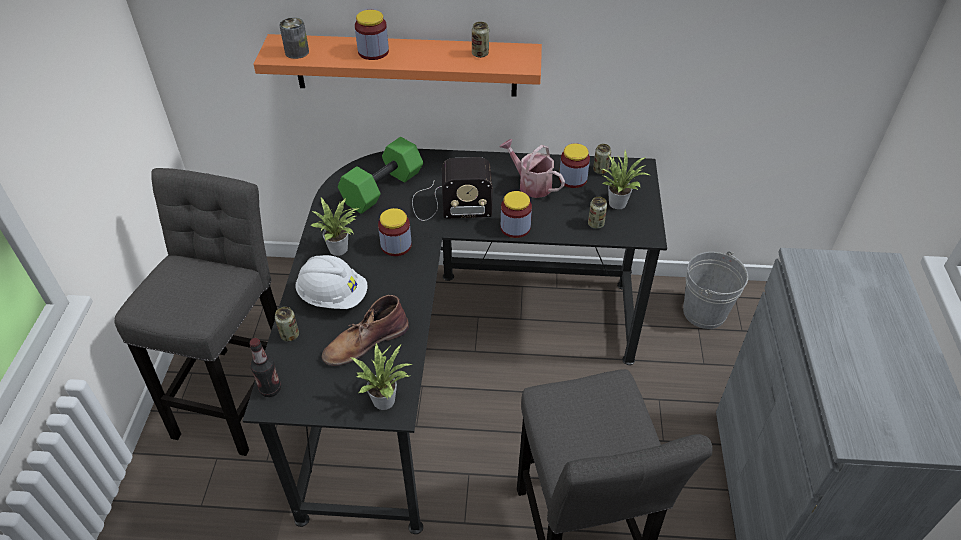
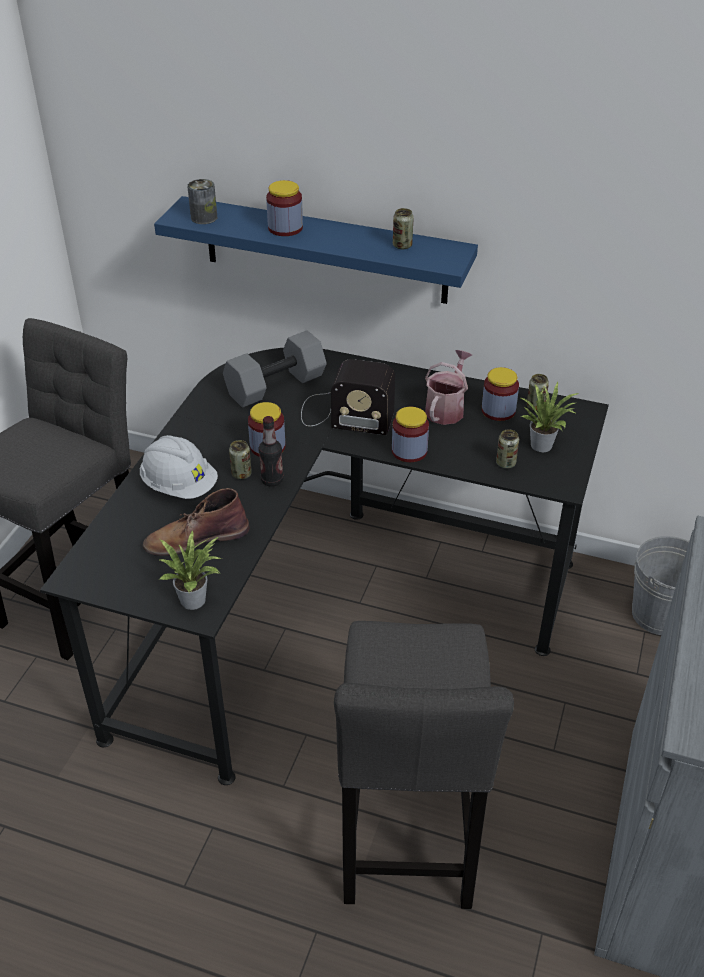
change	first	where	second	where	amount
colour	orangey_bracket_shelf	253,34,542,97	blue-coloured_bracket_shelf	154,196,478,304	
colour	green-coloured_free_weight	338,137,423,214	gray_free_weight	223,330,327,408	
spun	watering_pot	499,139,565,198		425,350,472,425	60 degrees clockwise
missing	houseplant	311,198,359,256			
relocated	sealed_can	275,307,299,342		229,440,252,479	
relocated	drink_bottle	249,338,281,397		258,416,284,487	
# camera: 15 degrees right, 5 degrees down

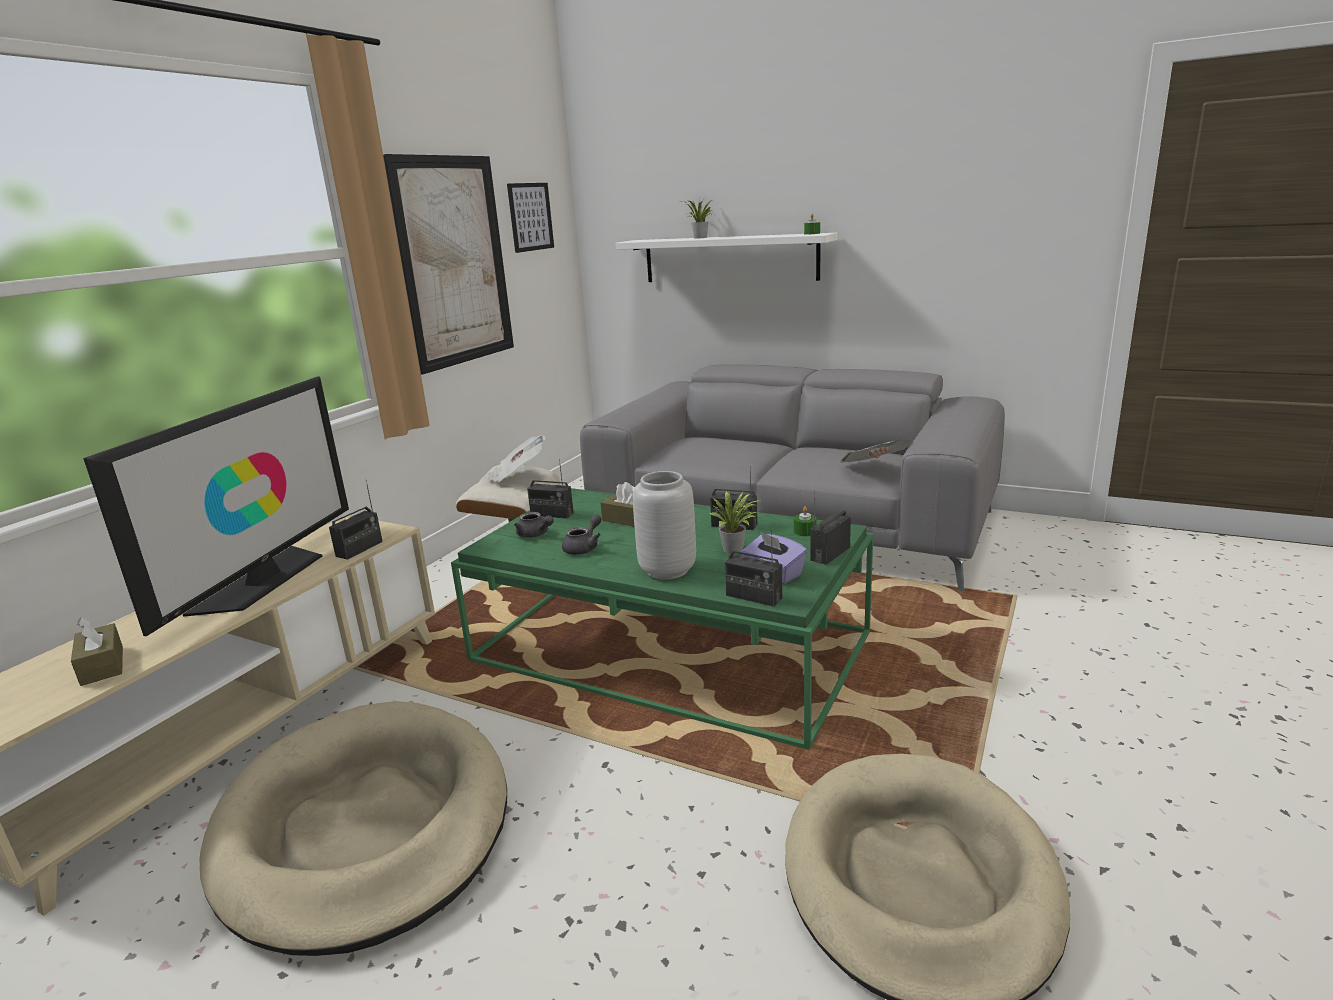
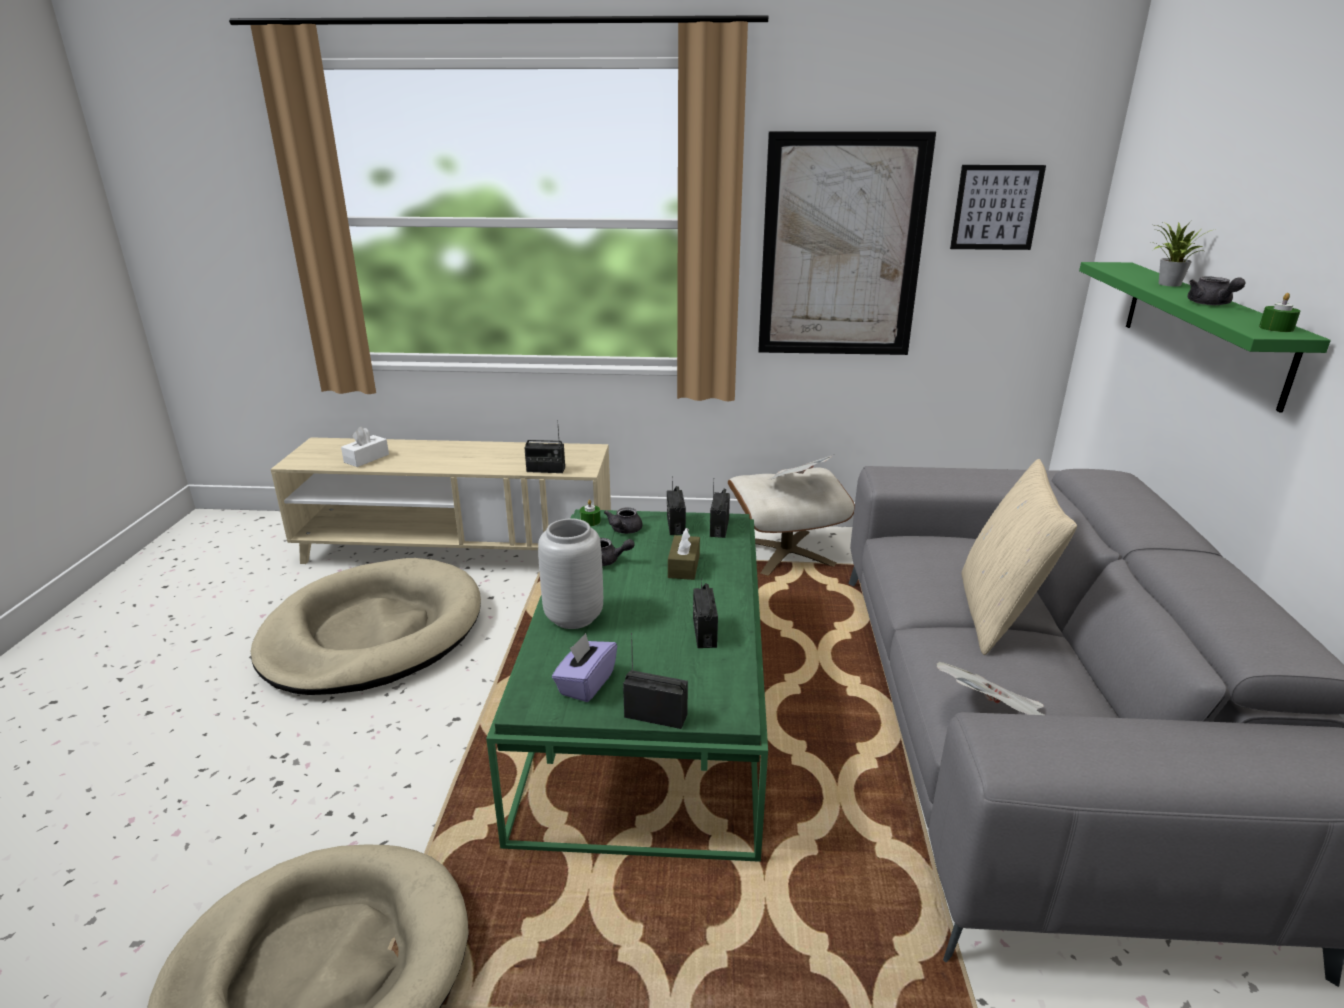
change	first	where	second	where	amount
colour	whitish_bracket_shelf	616,233,837,282	green-coloured_bracket_shelf	1079,262,1331,413	
missing	TV	83,376,349,636			
missing	houseplant	709,491,761,554			
relocated	green-coloured_wax_light	794,507,817,536		580,500,601,526	
relocated	radio_receiver	725,530,782,607		710,483,730,538	
colour	brown-coloured_box_of_tissues	71,617,123,686	whitish_box_of_tissues	341,427,389,467	
appeared			gray_tea_pot	1187,276,1245,305	
appeared			sand-coloured_throw_pillow	961,459,1077,655	
# camera: 65 degrees right, 5 degrees up

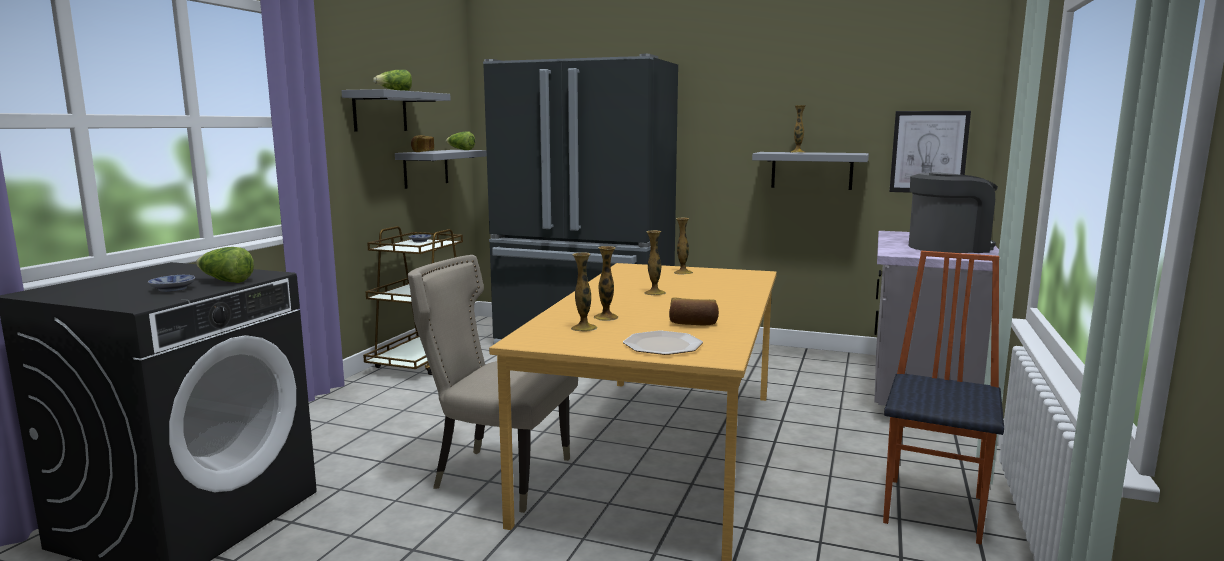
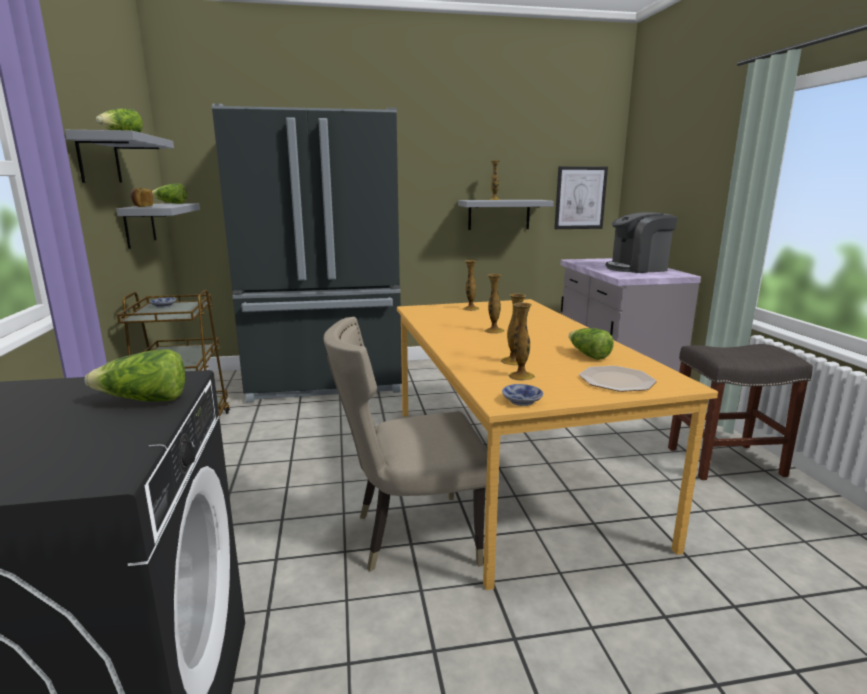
change	first	where	second	where	amount
spun	coffee_maker	909,172,998,253		606,212,678,273	150 degrees counterclockwise
exchanged	plain_chair	883,251,1004,544	gray_stool_seat	668,344,813,480	
relocated	serving_bowl	148,275,195,292		502,384,543,406	
exchanged	bread	669,297,719,325	lettuce_head	569,328,614,360	
# camera: 30 degrees left, 5 degrees up

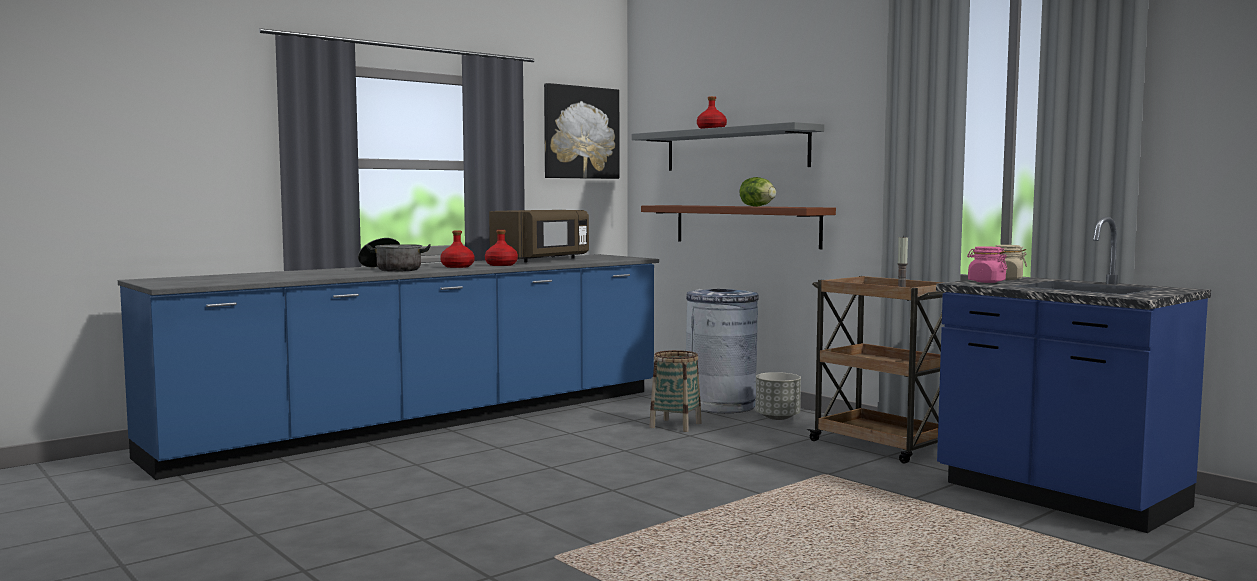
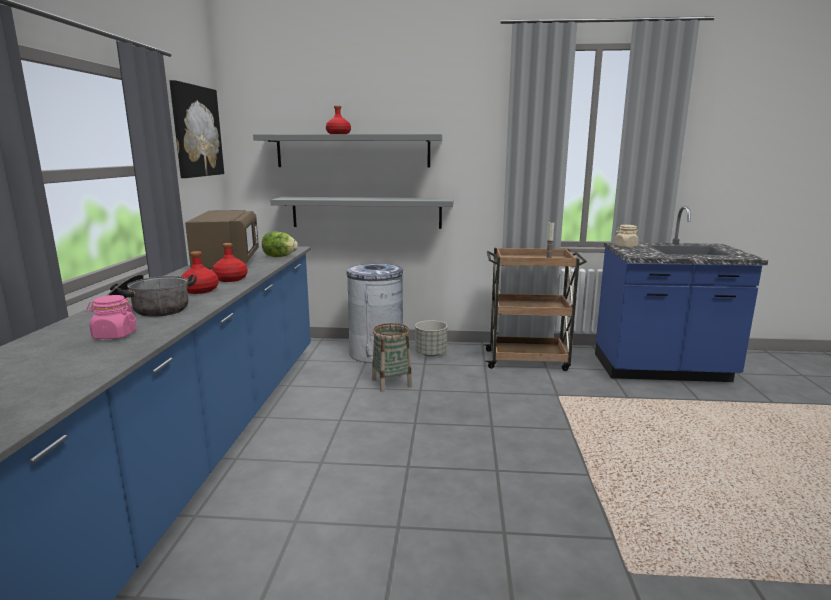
change	first	where	second	where	amount
relocated	lettuce_head	739,177,776,207		262,231,298,257	
colour	brown-coloured_bracket_shelf	641,205,836,249	gray_bracket_shelf	270,197,454,229	
relocated	pink-coloured_jar	967,246,1007,283		86,295,137,339	
# camera: 45 degrees left, 10 degrees up

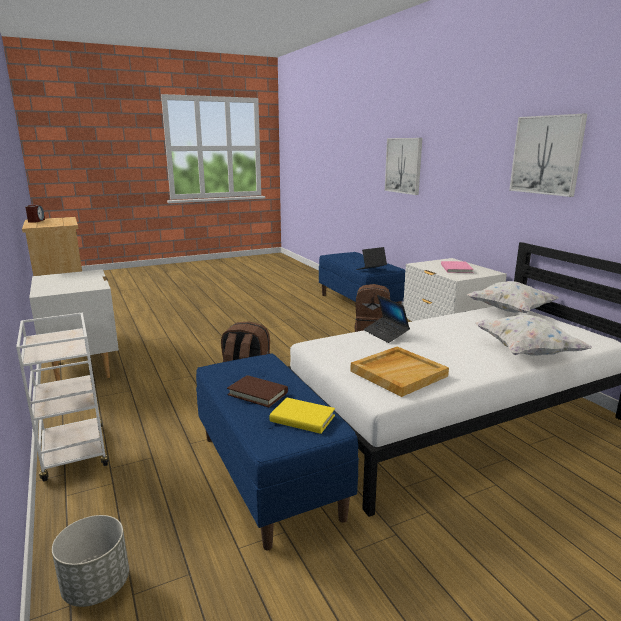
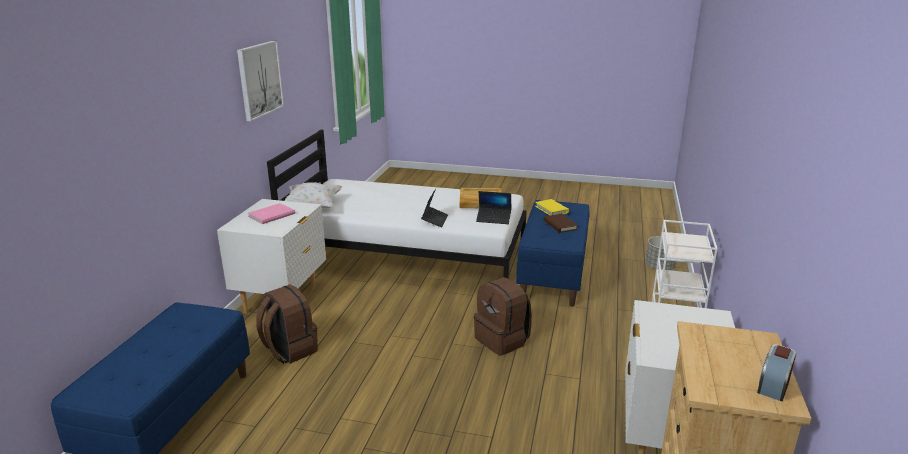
change	first	where	second	where	amount
missing	wall_art	385,138,422,195			
relocated	laptop	356,247,387,270		476,191,511,224	
missing	whitish_throw_pillow	476,315,592,355			
# camera: 140 degrees left, 5 degrees up

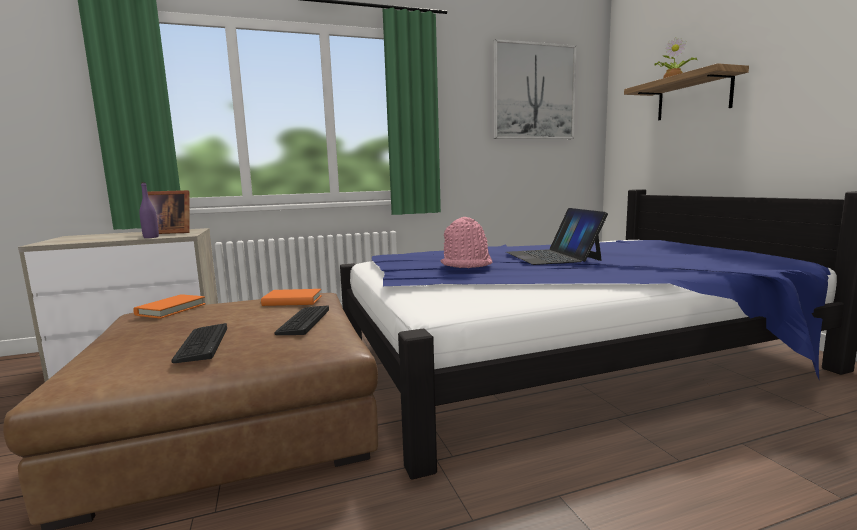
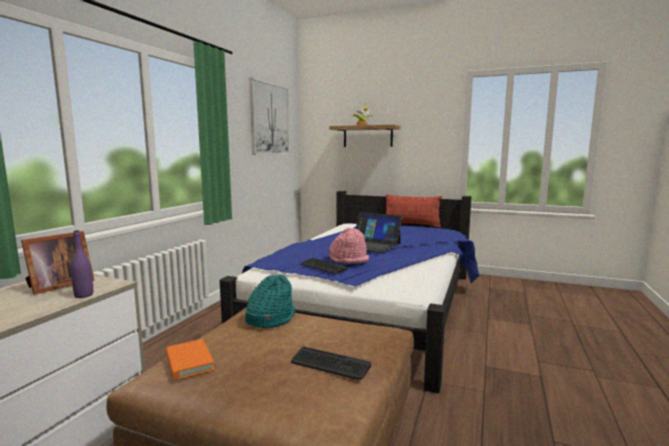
change	first	where	second	where	amount
exchanged	orangey_volume	261,289,322,306	turquoise-coloured_clothing_hat	245,274,295,328	
relocated	computer_keyboard	275,305,329,335		301,258,347,274	
appeared			throw_pillow	386,194,442,227	
# camera: 50 degrees left, 0 degrees up

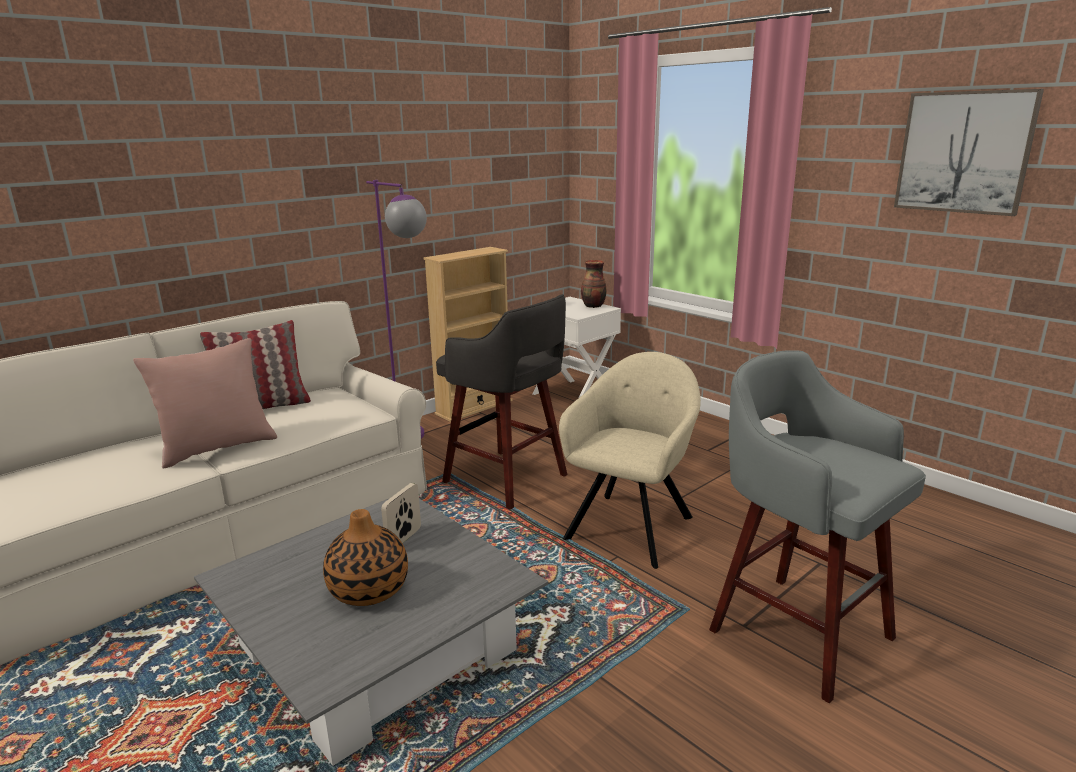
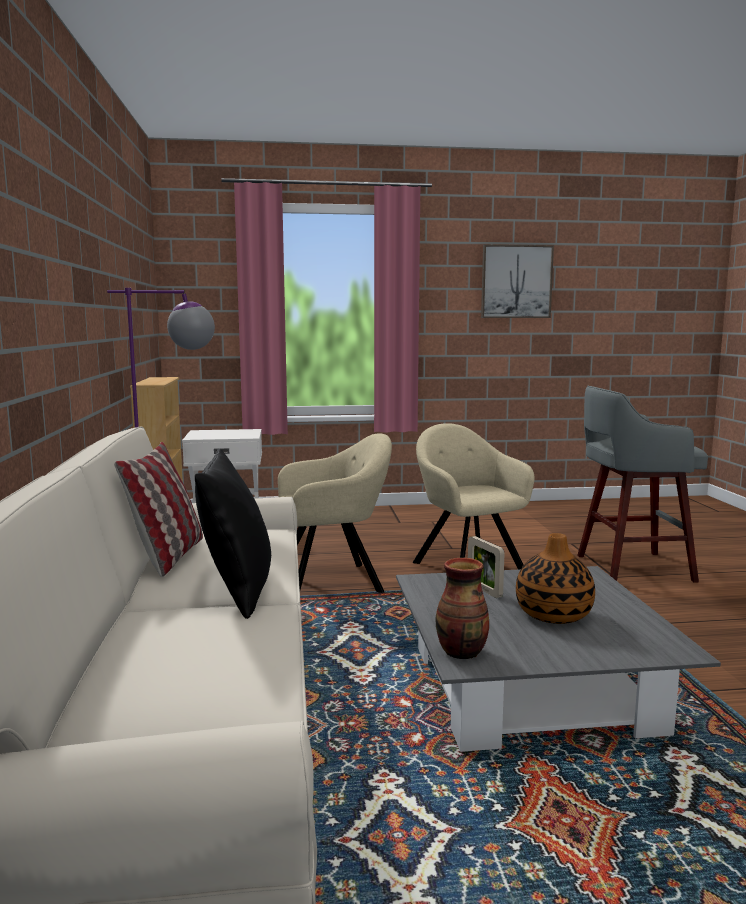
change	first	where	second	where	amount
relocated	flower_vase	581,260,606,308		436,558,489,659	
exchanged	gray_stool_seat	436,294,567,510	sand-coloured_easy_chair	278,433,392,593	
colour	pink-coloured_throw_pillow	133,338,277,468	blackish_throw_pillow	195,448,271,619	
# camera: 55 degrees left, 10 degrees down

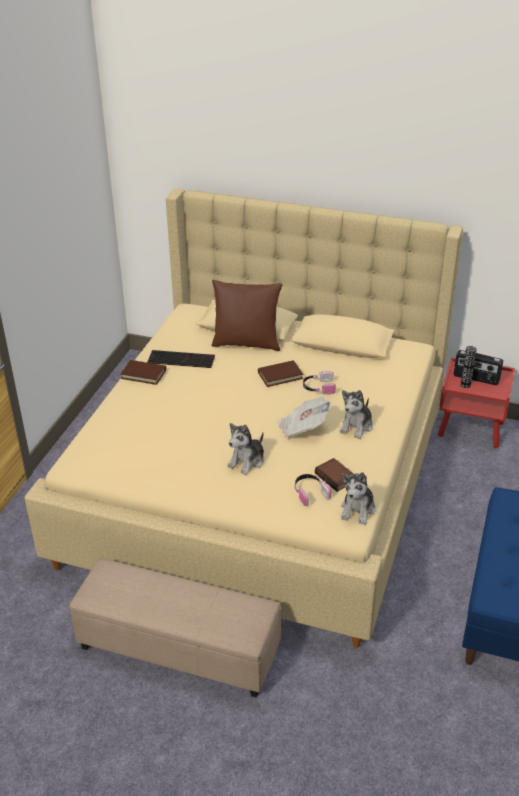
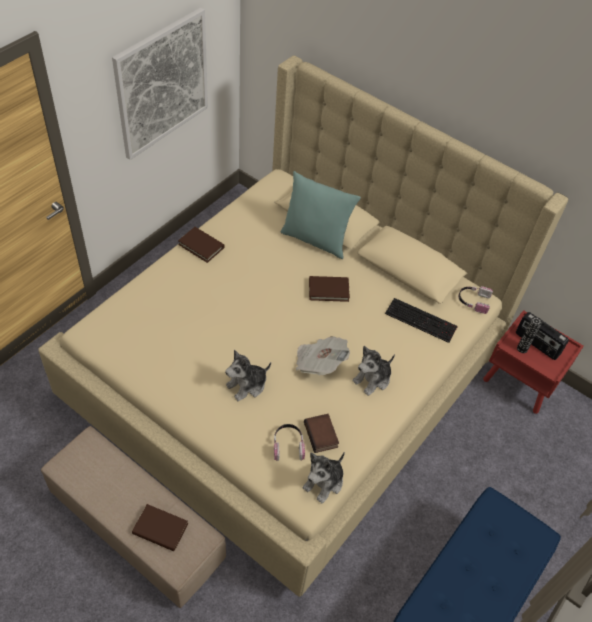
change	first	where	second	where	amount
colour	brown-coloured_throw_pillow	212,280,282,351	turquoise-coloured_throw_pillow	280,171,361,259	
relocated	computer_keyboard	147,350,215,368		385,298,458,343	
relocated	headphones	303,371,336,395		459,286,493,314	
appeared			wall_art	112,7,208,160	
appeared			brown-coloured_volume	132,504,188,551	
# camera: 15 degrees right, 15 degrees up

